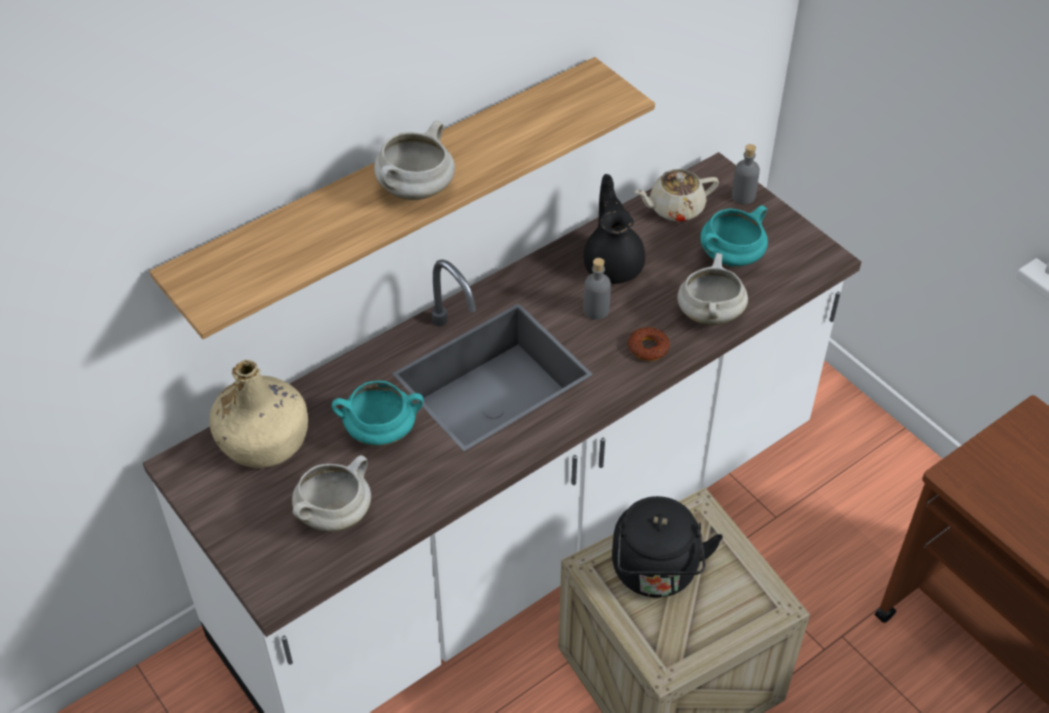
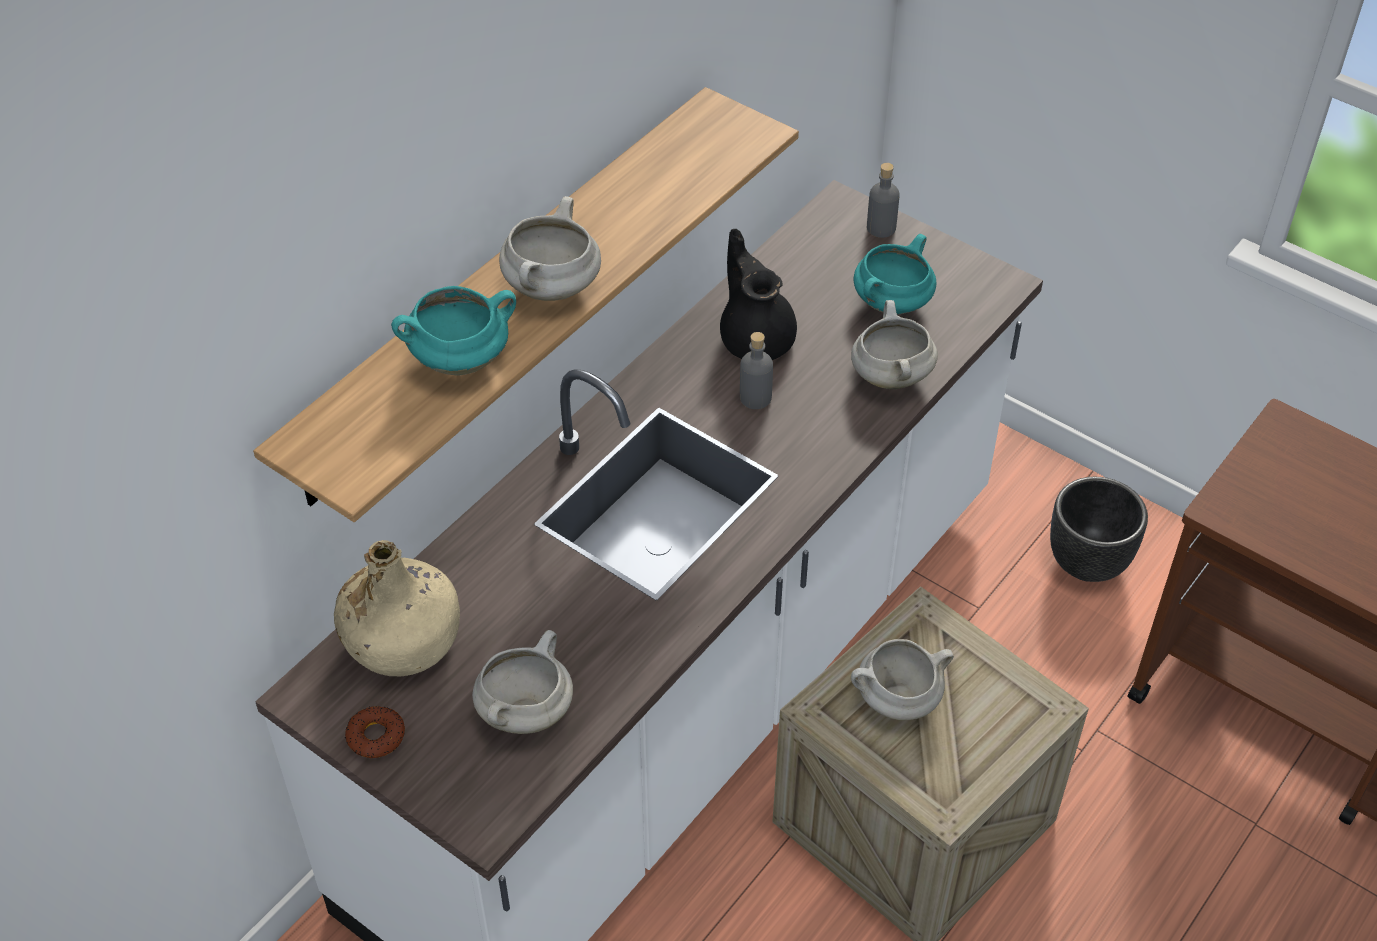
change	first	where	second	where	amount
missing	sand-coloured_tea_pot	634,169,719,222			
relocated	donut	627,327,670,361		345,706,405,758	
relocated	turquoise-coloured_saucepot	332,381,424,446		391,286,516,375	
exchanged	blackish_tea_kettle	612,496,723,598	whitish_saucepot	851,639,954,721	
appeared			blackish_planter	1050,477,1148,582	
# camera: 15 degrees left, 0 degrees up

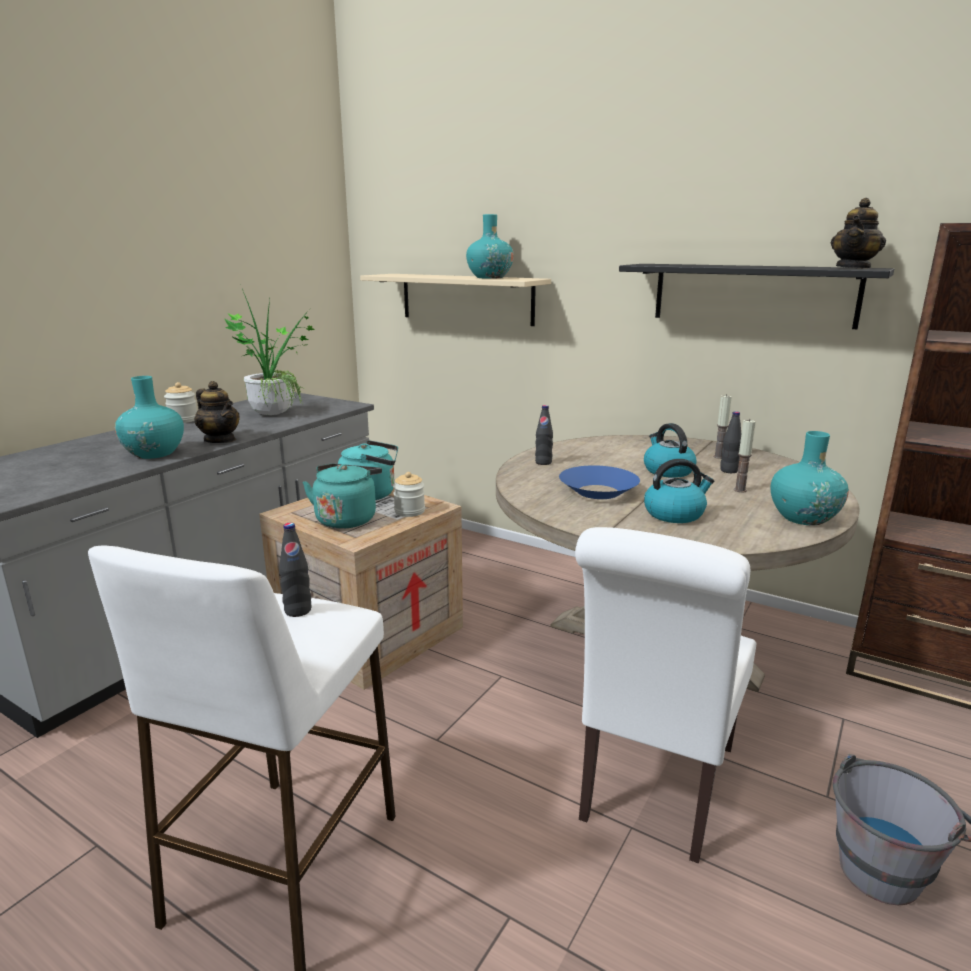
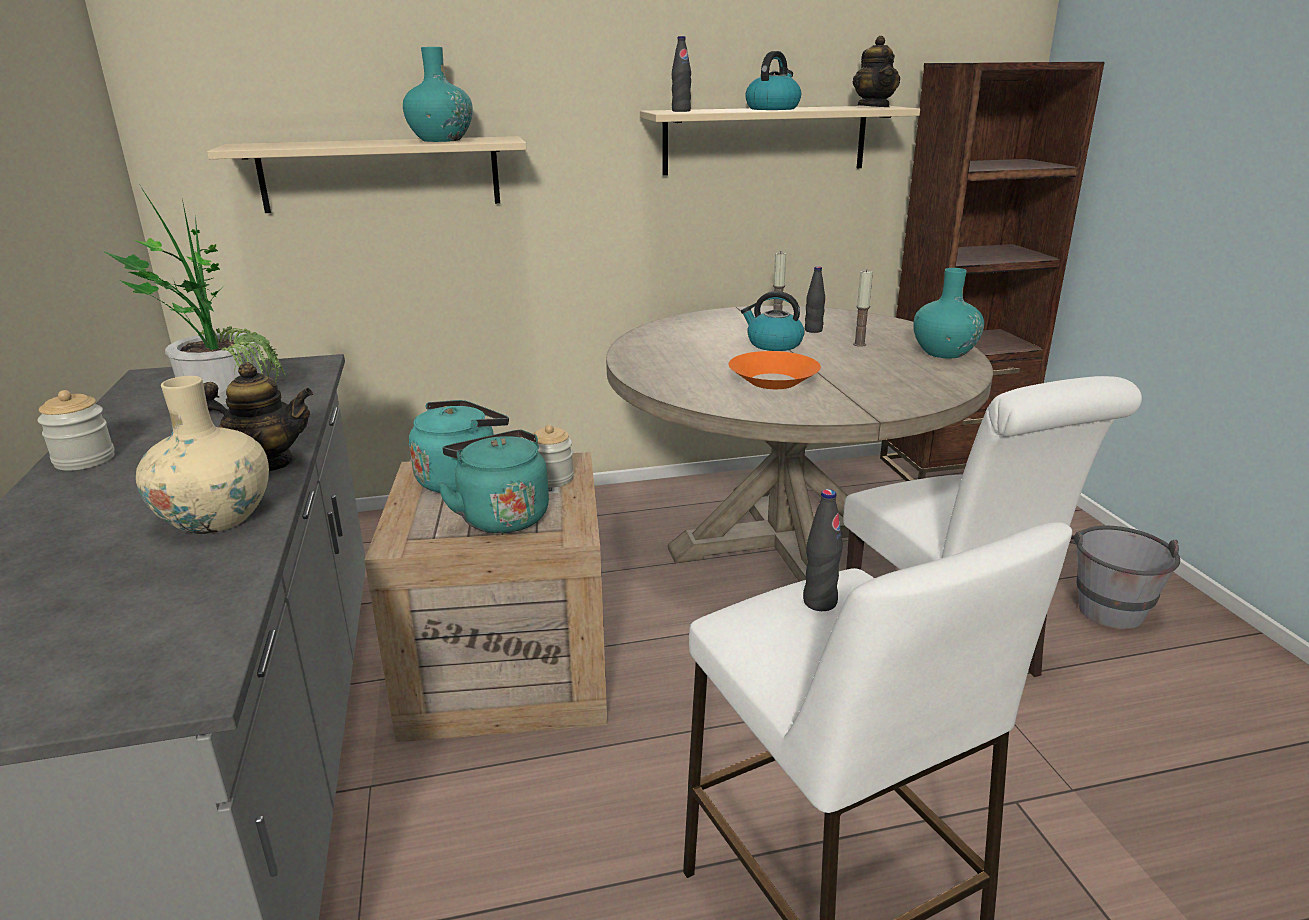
change	first	where	second	where	amount
colour	blackish_bracket_shelf	619,264,894,329	sand-coloured_bracket_shelf	640,106,920,176	
colour	turquoise-coloured_flower_vase	115,376,184,459	sand-coloured_flower_vase	136,376,269,534	
relocated	blackish_drink_bottle	535,405,553,465		672,36,691,112	
relocated	tea_kettle	644,459,714,523		745,51,801,110	
colour	blue-coloured_serving_bowl	559,465,640,499	orangey_serving_bowl	728,351,821,389	
# camera: 45 degrees left, 5 degrees up

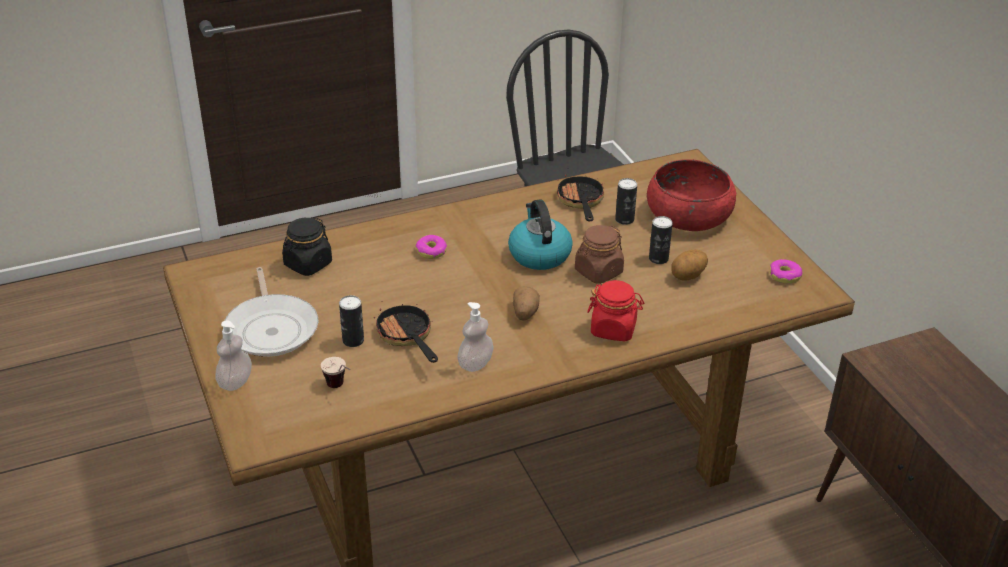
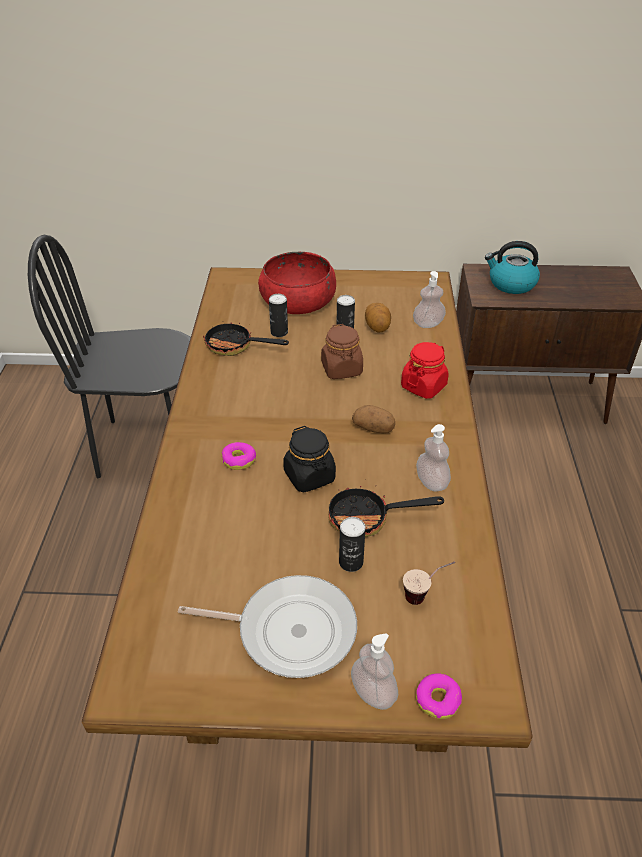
change	first	where	second	where	amount
relocated	tea_kettle	508,199,573,270		485,241,540,294	
relocated	blackish_jar	282,217,332,276		283,426,336,492	
relocated	donut	770,259,803,284		416,673,462,719	
appeared			soap_dispenser	413,271,446,328	
# camera: 65 degrees left, 5 degrees up

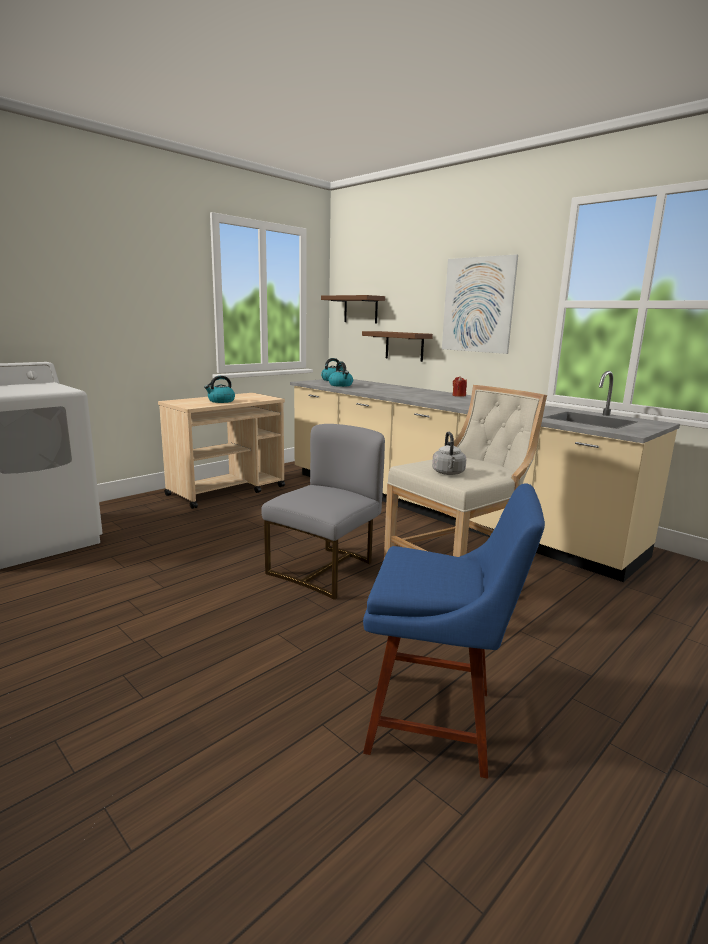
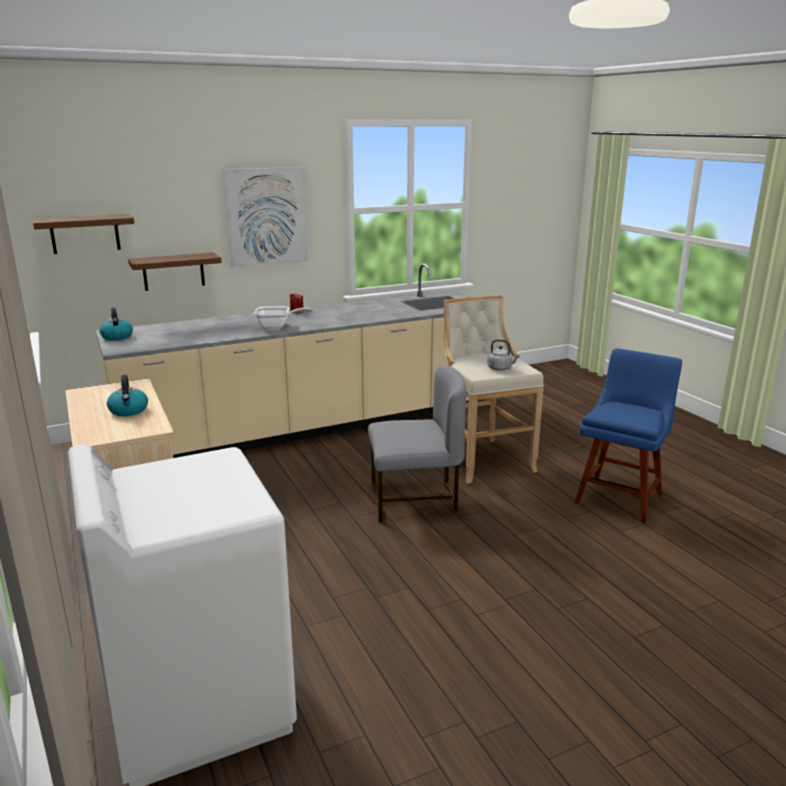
change	first	where	second	where	amount
missing	tea_kettle	329,362,353,387			
spun	gray_plain_chair	261,424,385,600		368,366,466,522	120 degrees clockwise
appeared			skillet	255,306,313,328	
# camera: 70 degrees left, 5 degrees up

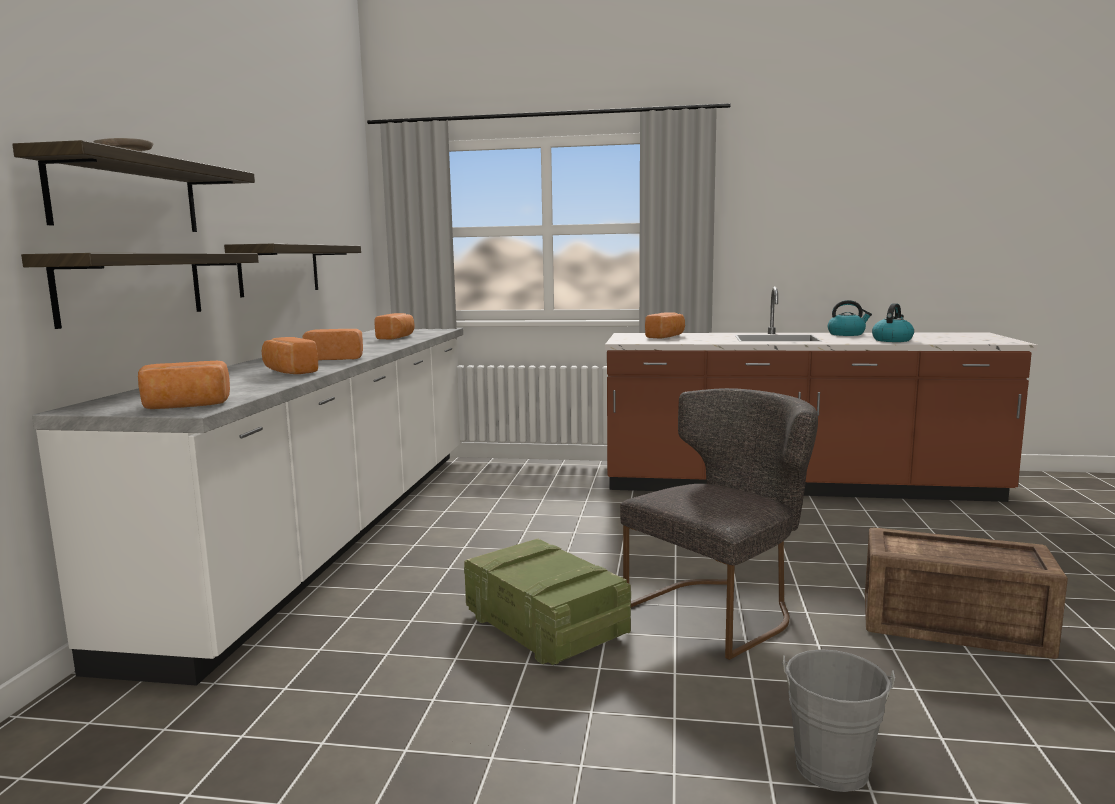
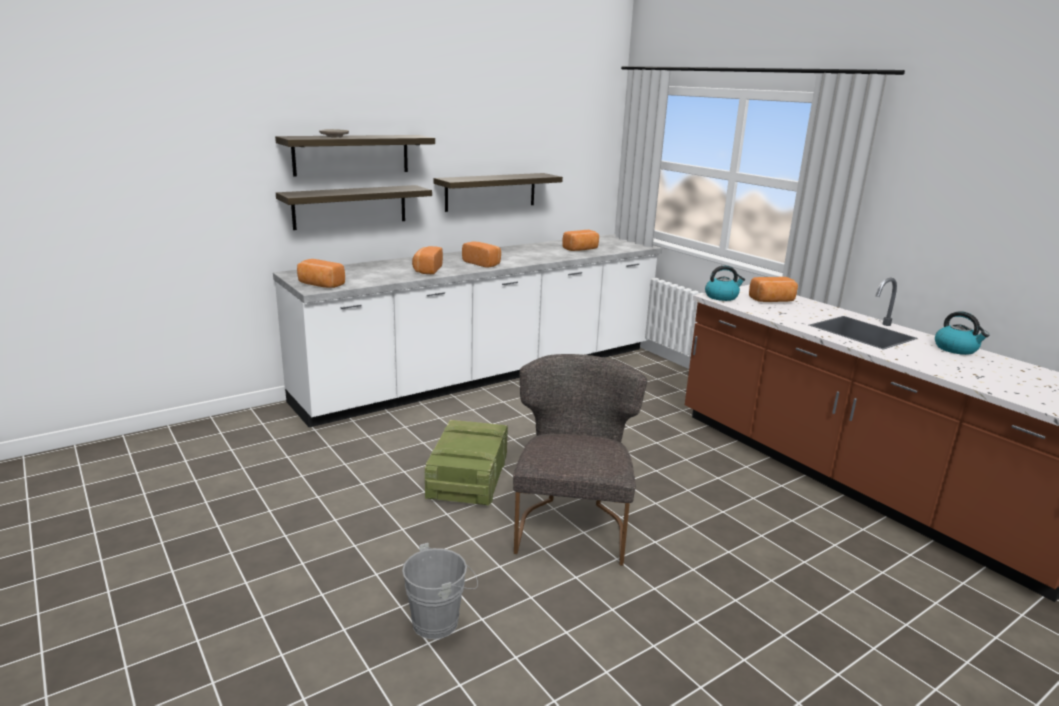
change	first	where	second	where	amount
relocated	tea_kettle	872,303,914,342		705,266,745,301	
spun	gray_plain_chair	620,388,818,660		513,354,647,566	90 degrees counterclockwise
missing	crate	865,528,1068,659			
# camera: 45 degrees right, 10 degrees up

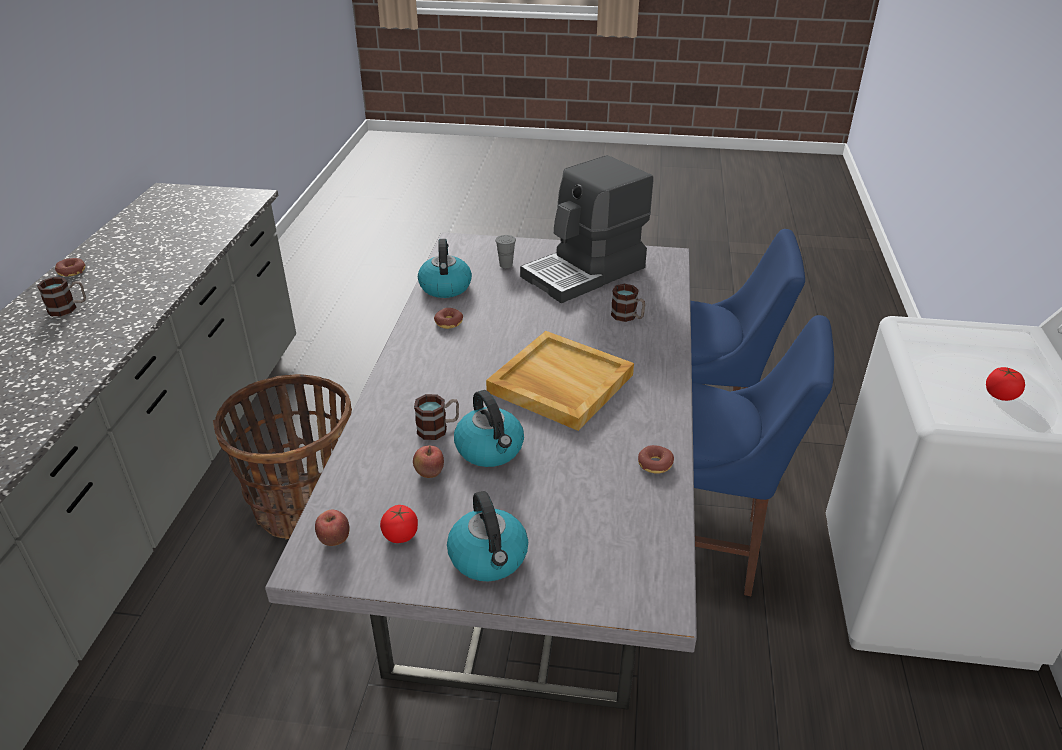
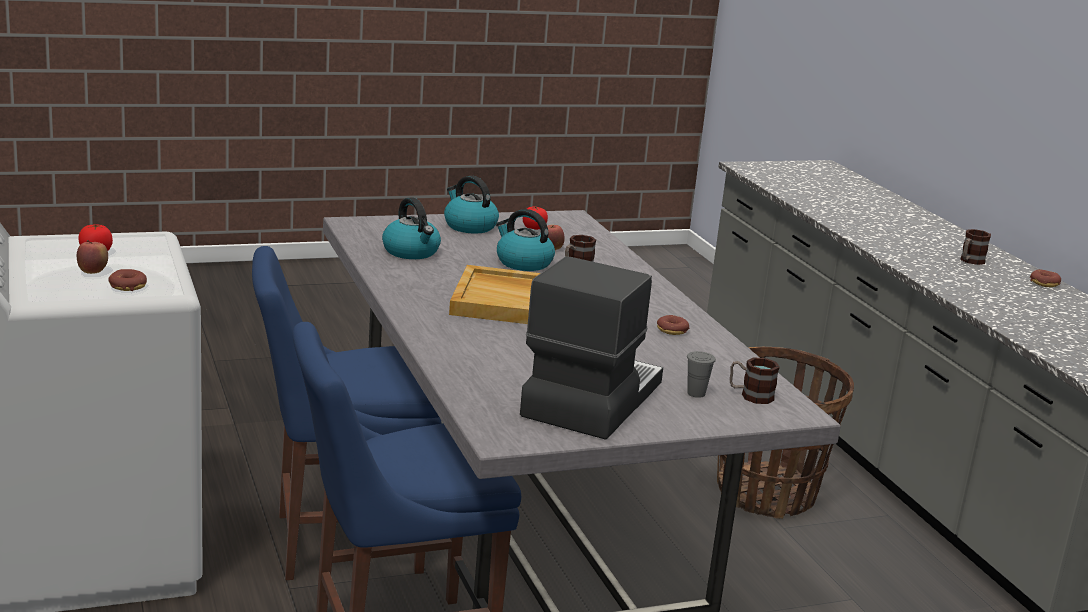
change	first	where	second	where	amount
relocated	tea_kettle	418,239,472,298		382,197,441,259	
relocated	tea_mug	611,284,646,322		730,358,780,404	
relocated	donut	638,445,674,473		108,269,147,291	
relocated	apple_fruit	315,509,350,546		77,240,108,274	
# camera: 150 degrees right, 15 degrees down

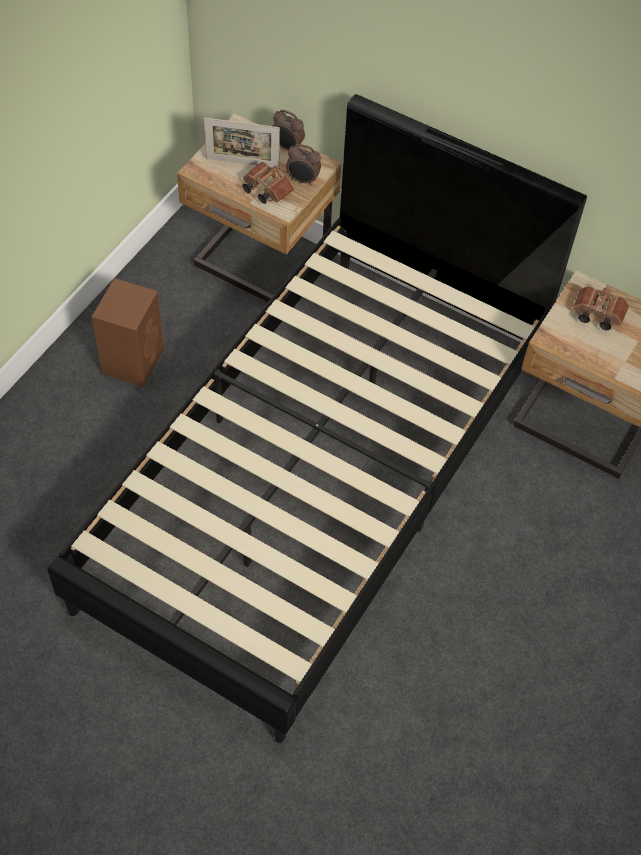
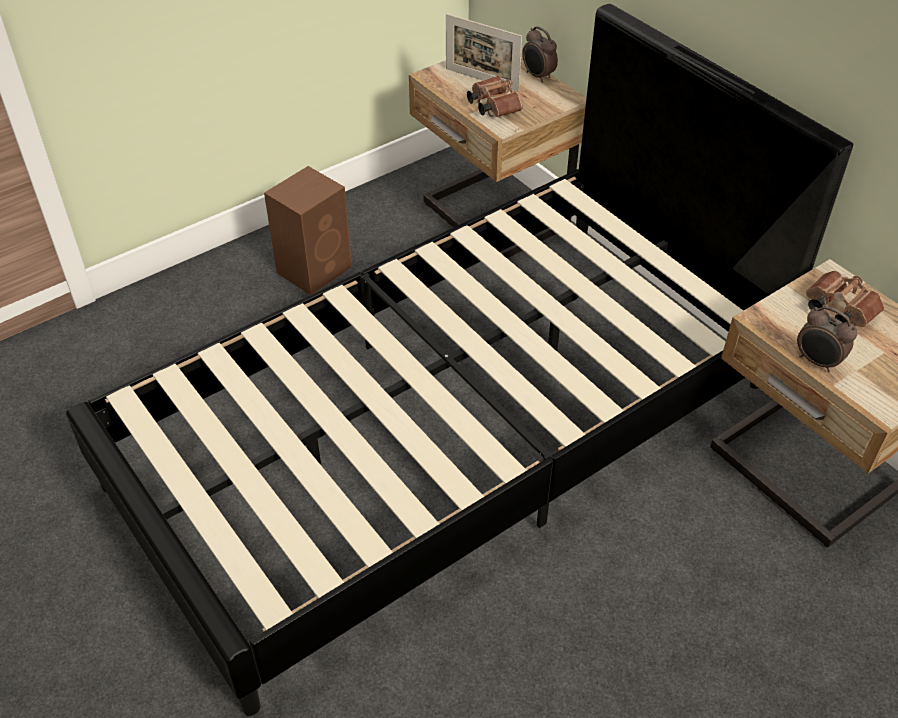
change	first	where	second	where	amount
relocated	table_clock	286,144,321,186		797,306,857,373	
# camera: 25 degrees right, 10 degrees down

